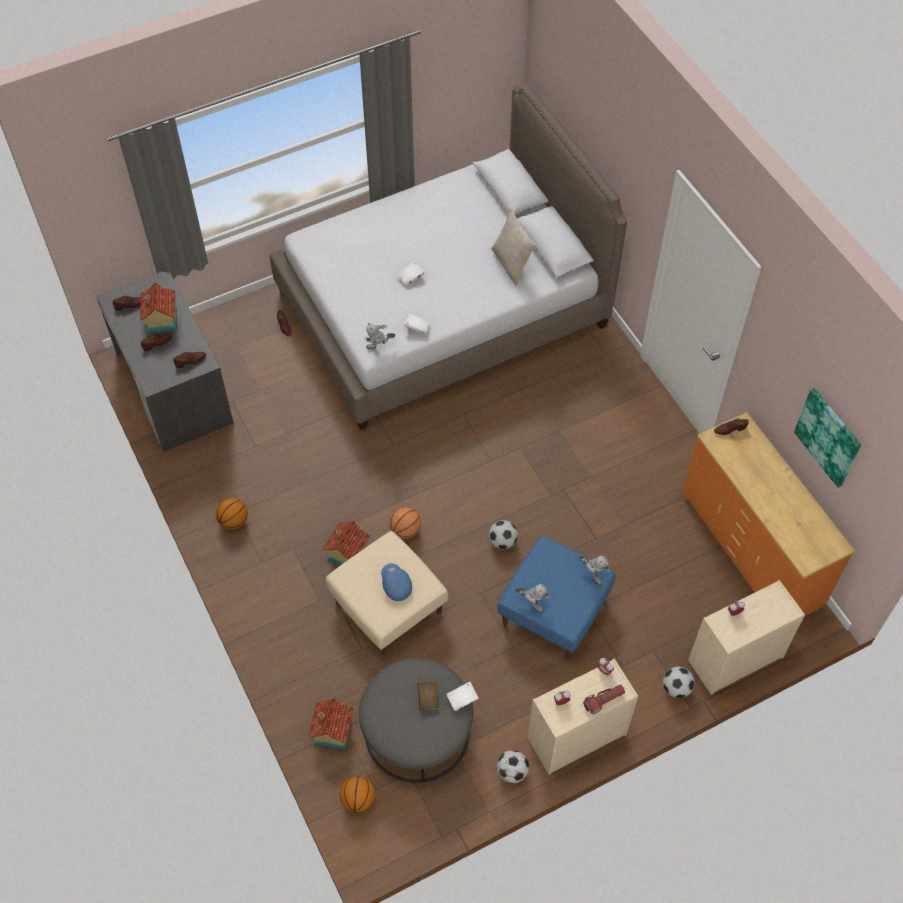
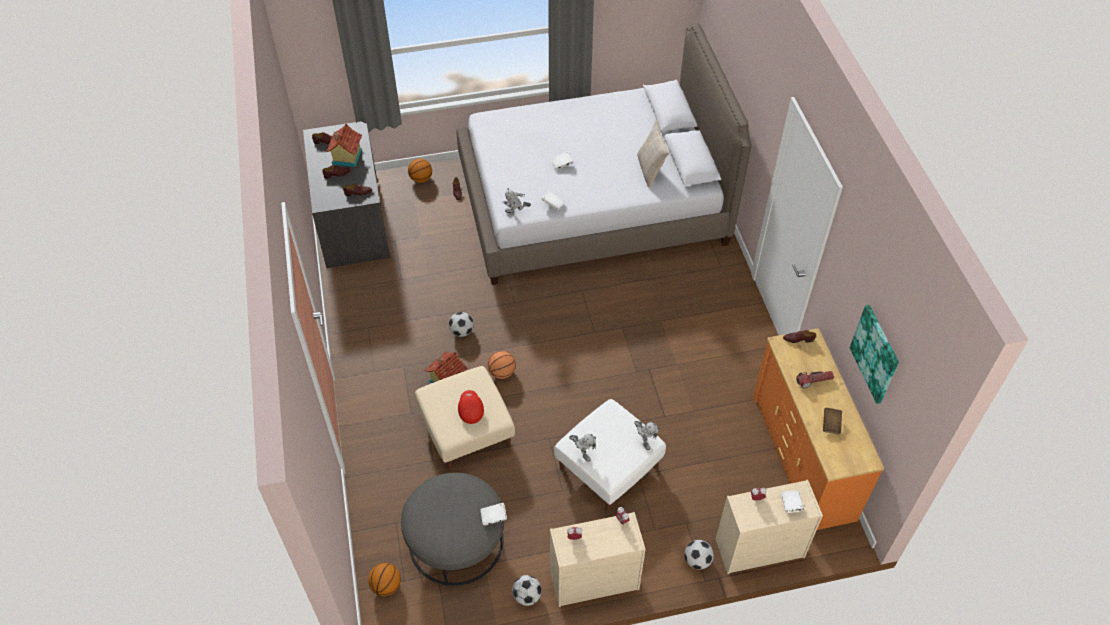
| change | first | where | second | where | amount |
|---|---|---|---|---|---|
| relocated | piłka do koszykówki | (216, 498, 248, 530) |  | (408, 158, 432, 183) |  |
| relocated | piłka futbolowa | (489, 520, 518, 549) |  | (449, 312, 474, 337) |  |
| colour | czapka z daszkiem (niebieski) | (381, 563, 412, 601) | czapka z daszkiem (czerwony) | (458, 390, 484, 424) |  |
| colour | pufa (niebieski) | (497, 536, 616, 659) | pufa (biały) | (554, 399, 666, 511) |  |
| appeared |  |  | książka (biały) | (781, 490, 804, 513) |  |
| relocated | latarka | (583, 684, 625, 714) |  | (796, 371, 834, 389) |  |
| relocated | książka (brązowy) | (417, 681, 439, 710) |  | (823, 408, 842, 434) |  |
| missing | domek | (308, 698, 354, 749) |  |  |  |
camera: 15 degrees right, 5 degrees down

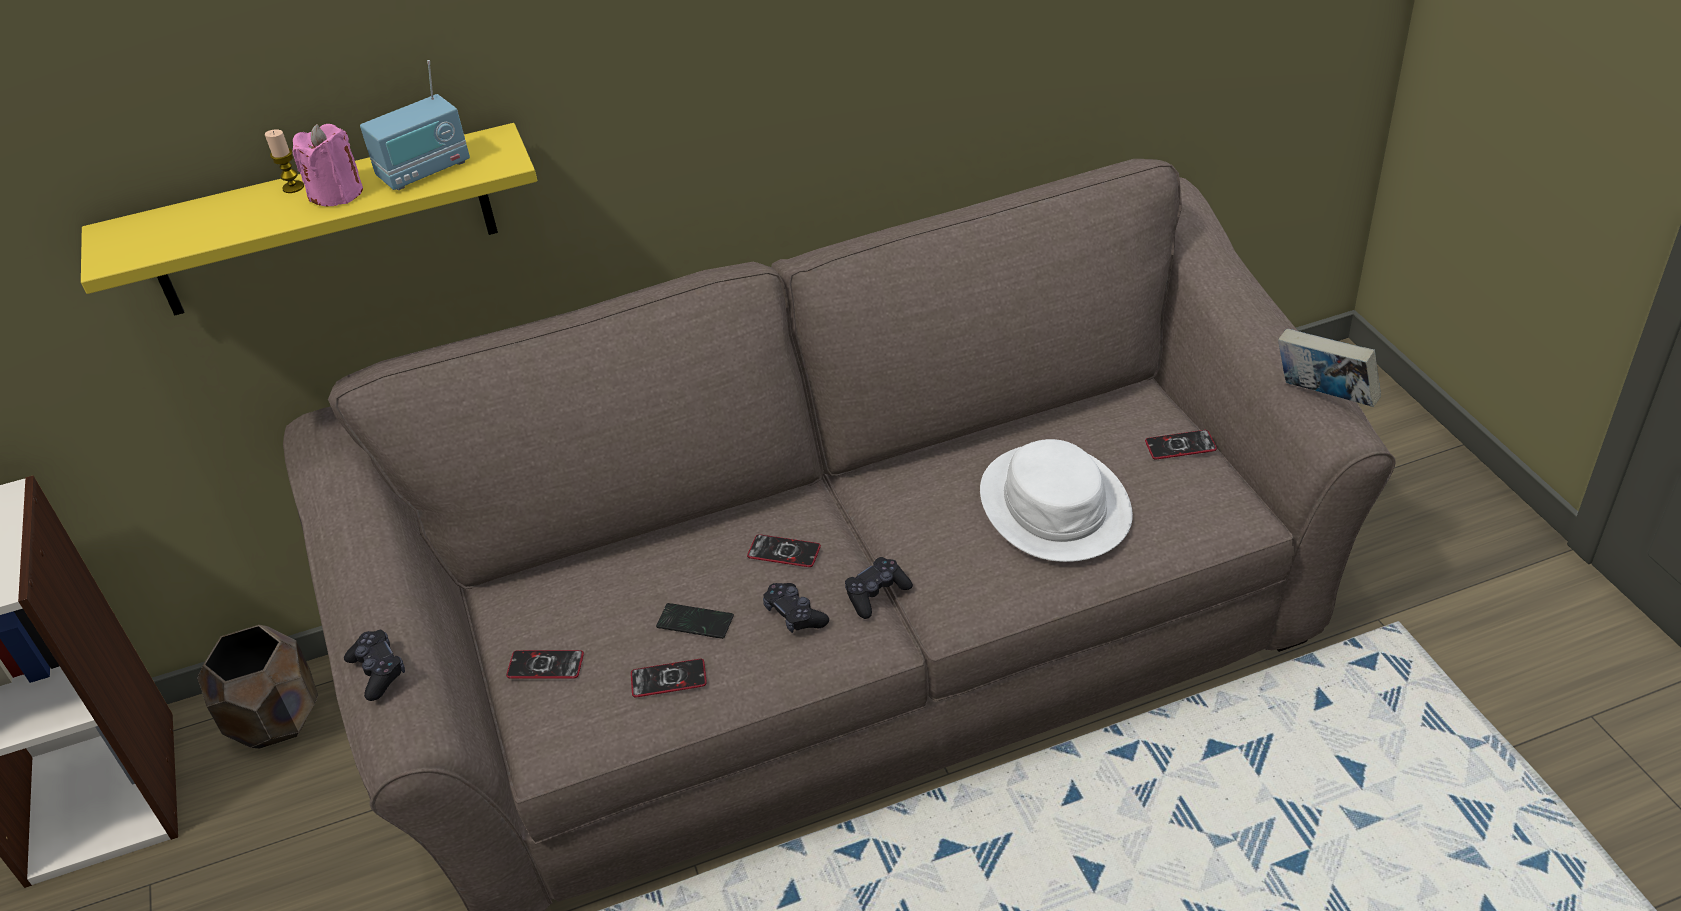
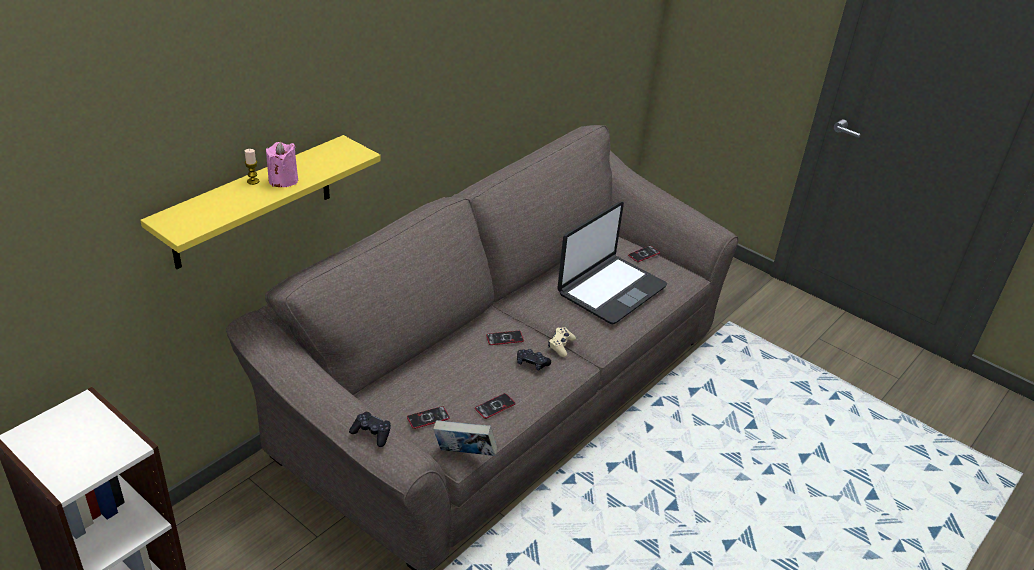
| change | first | where | second | where | amount |
|---|---|---|---|---|---|
| relocated | książka | (1278, 329, 1381, 407) |  | (433, 420, 497, 456) |  |
| colour | pad do gier (czarny) | (845, 557, 913, 619) | pad do gier (beżowy) | (548, 327, 576, 357) |  |
| exchanged | kapelusz (biały) | (980, 439, 1133, 562) | laptop | (557, 201, 667, 324) |  |
| missing | donica (brązowy) | (197, 625, 318, 749) |  |  |  |
| missing | radio | (360, 60, 470, 190) |  |  |  |
| missing | telefon | (656, 603, 734, 639) |  |  |  |
camera: 35 degrees left, 5 degrees down

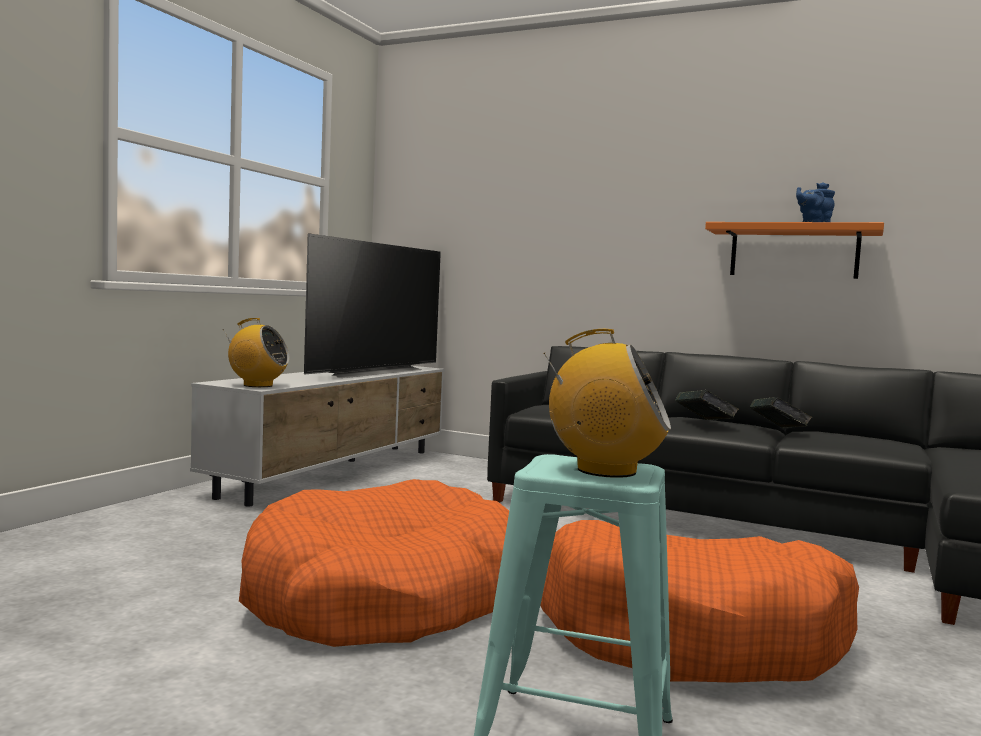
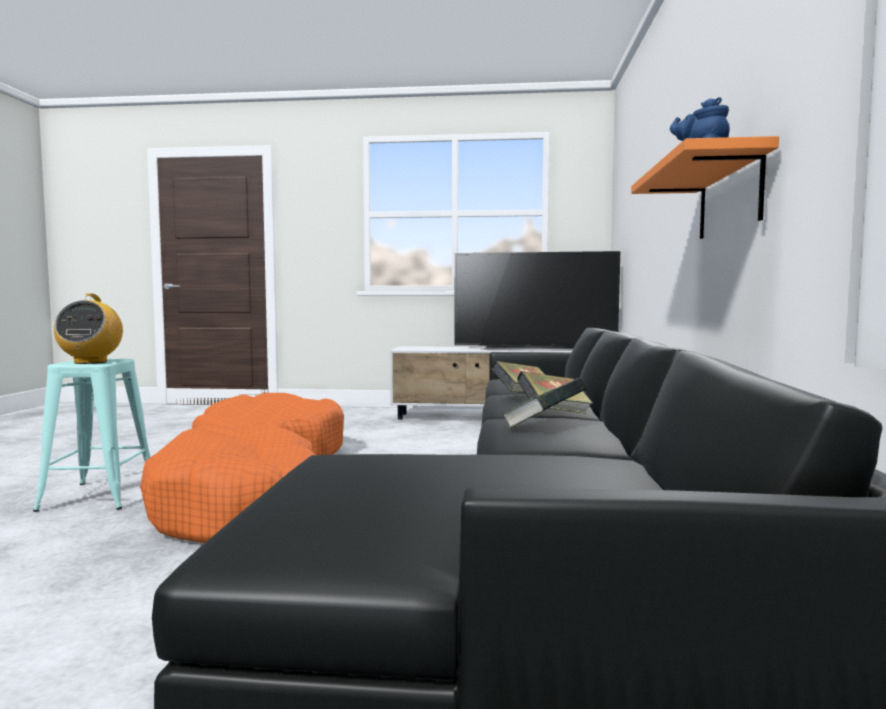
| change | first | where | second | where | amount |
|---|---|---|---|---|---|
| appeared |  |  | książka | (502, 378, 587, 429) |  |
| missing | radio | (222, 318, 289, 387) |  |  |  |
camera: 70 degrees right, 0 degrees up

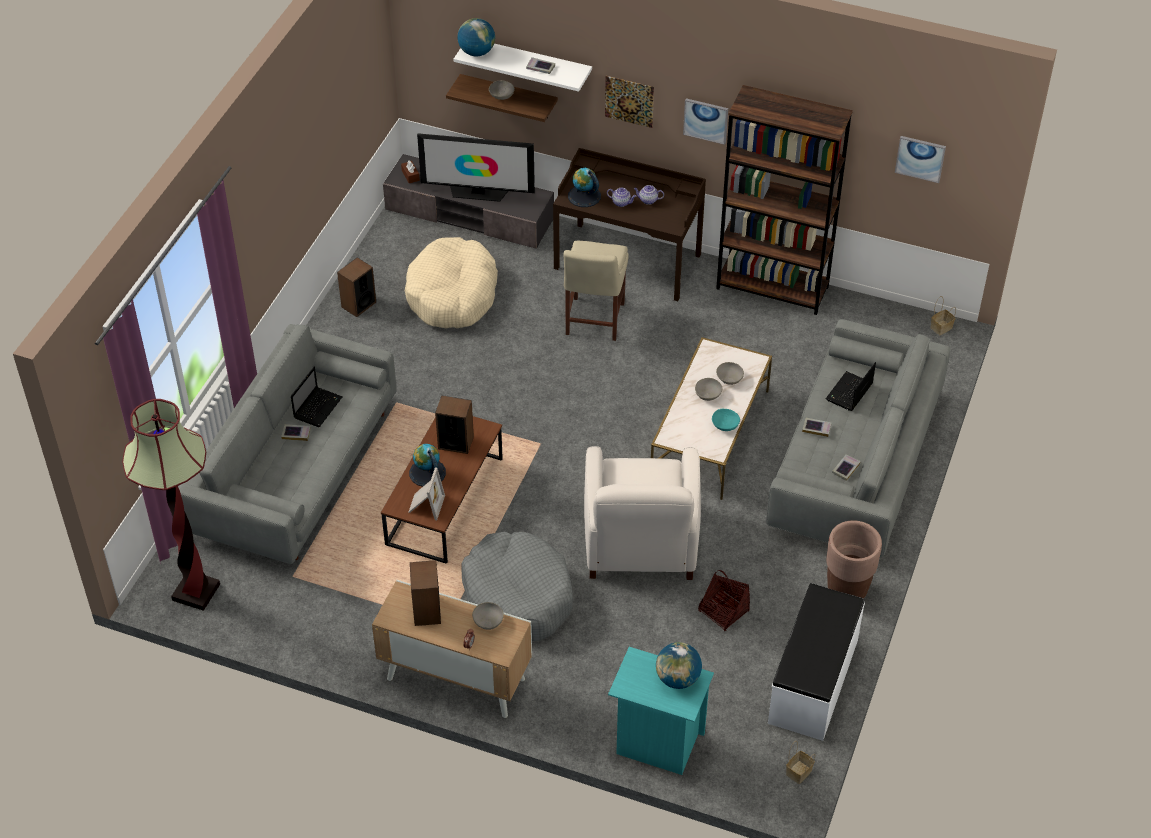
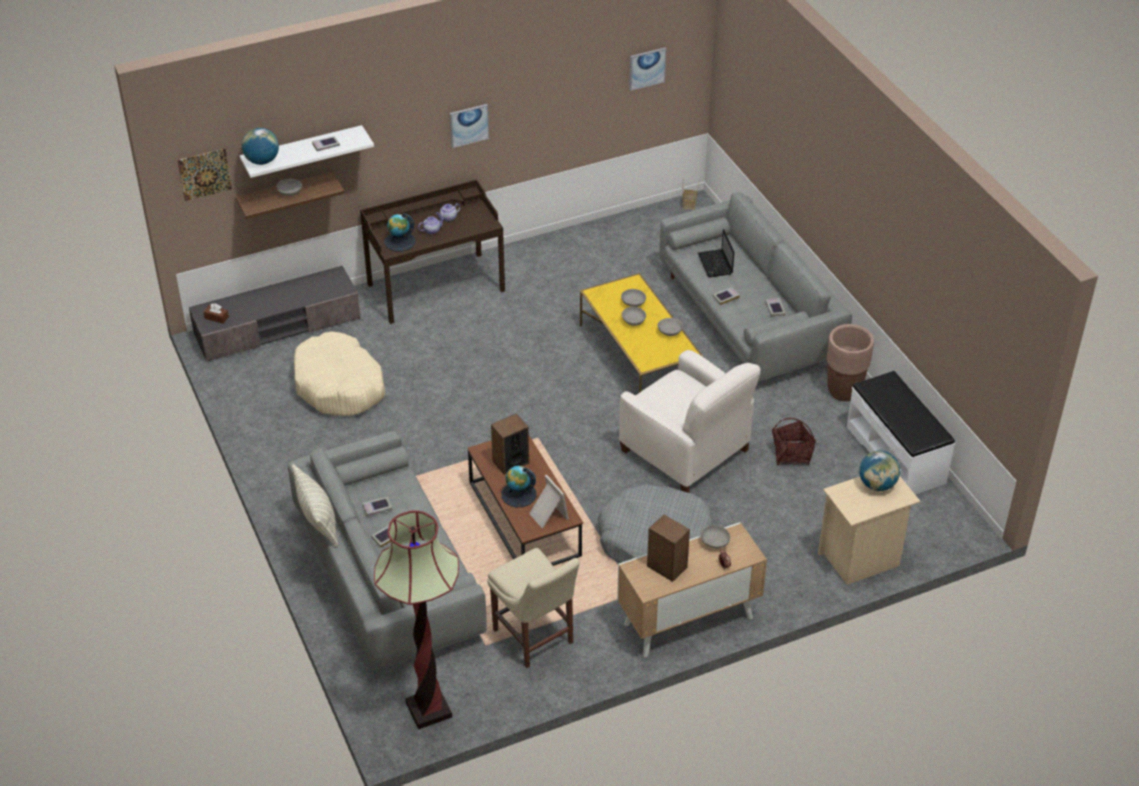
| change | first | where | second | where | amount |
|---|---|---|---|---|---|
| relocated | obraz | (605, 76, 654, 128) |  | (177, 149, 232, 201) |  |
| appeared |  |  | poduszka | (292, 464, 338, 548) |  |
| exchanged | laptop | (291, 367, 343, 427) | książka | (363, 497, 392, 516) |  |
| relocated | krzesło (beżowy) | (563, 241, 629, 341) |  | (487, 548, 580, 668) |  |
| colour | ława (biały) | (651, 337, 772, 500) | ława (żółty) | (580, 273, 703, 393) |  |
| colour | miska (turkusowy) | (712, 409, 740, 431) | miska (szary) | (658, 318, 683, 336) |  |
| colour | szafka nocna (turkusowy) | (608, 647, 714, 775) | szafka nocna (beżowy) | (818, 476, 920, 585) |  |
| missing | głośnik | (337, 258, 376, 317) |  |  |  |
| missing | telewizor | (417, 133, 535, 202) |  |  |  |
| missing | regał (brązowy) | (716, 85, 853, 315) |  |  |  |
| missing | koszyk | (786, 741, 815, 784) |  |  |  |
camera: 45 degrees left, 5 degrees down

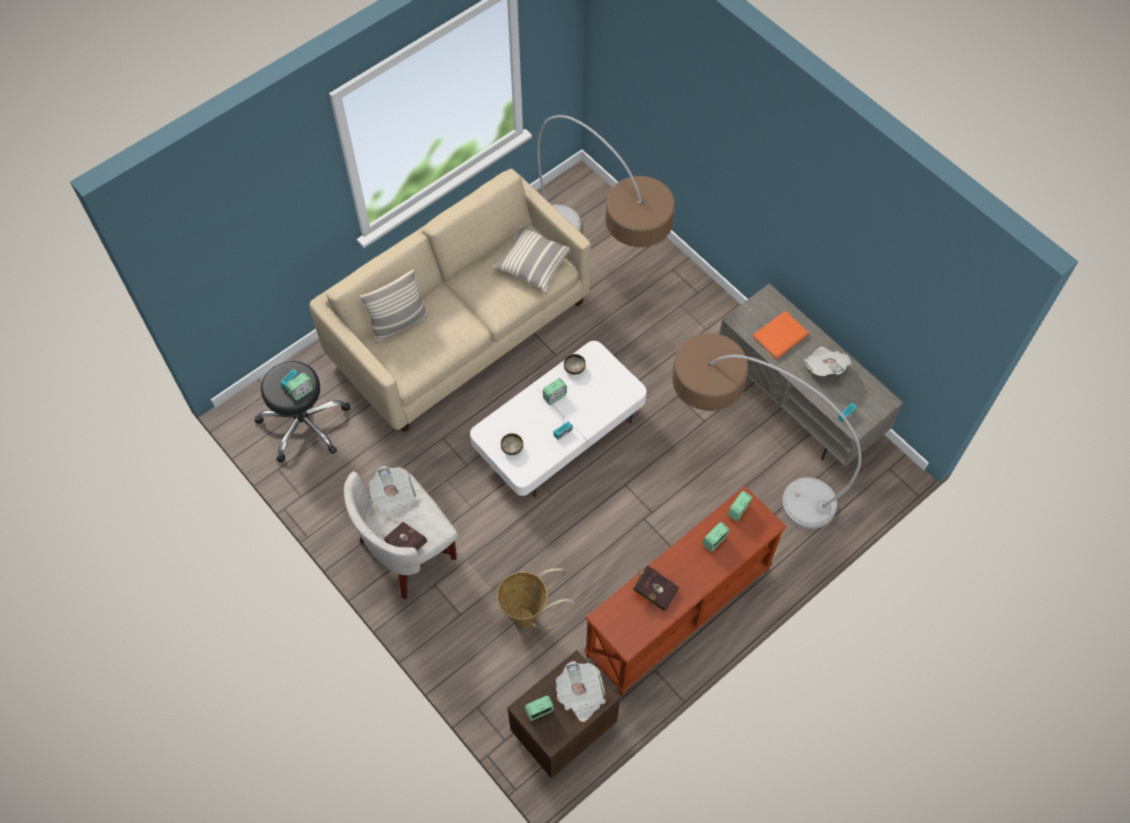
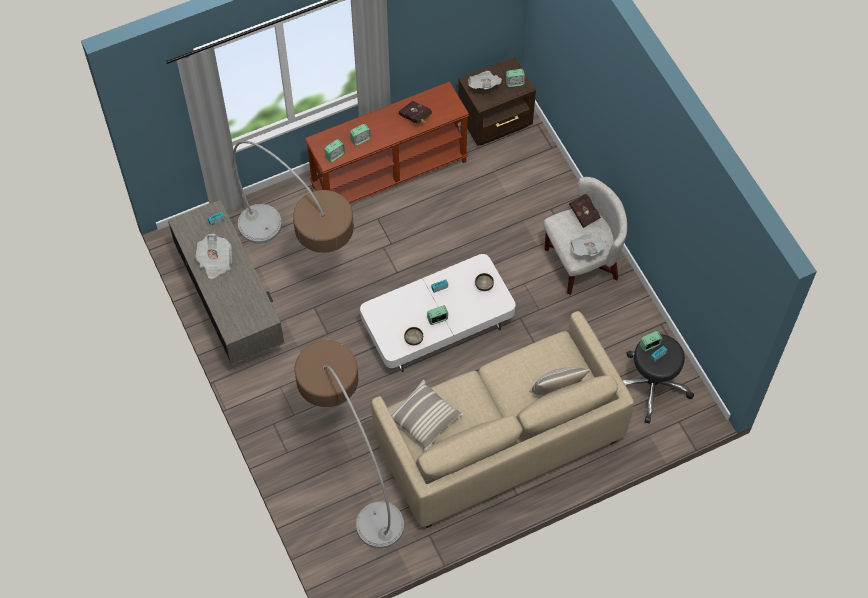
| change | first | where | second | where | amount |
|---|---|---|---|---|---|
| missing | koszyk | (497, 568, 574, 630) |  |  |  |
| missing | książka (pomarańczowy) | (752, 311, 809, 360) |  |  |  |
camera: 165 degrees left, 0 degrees up

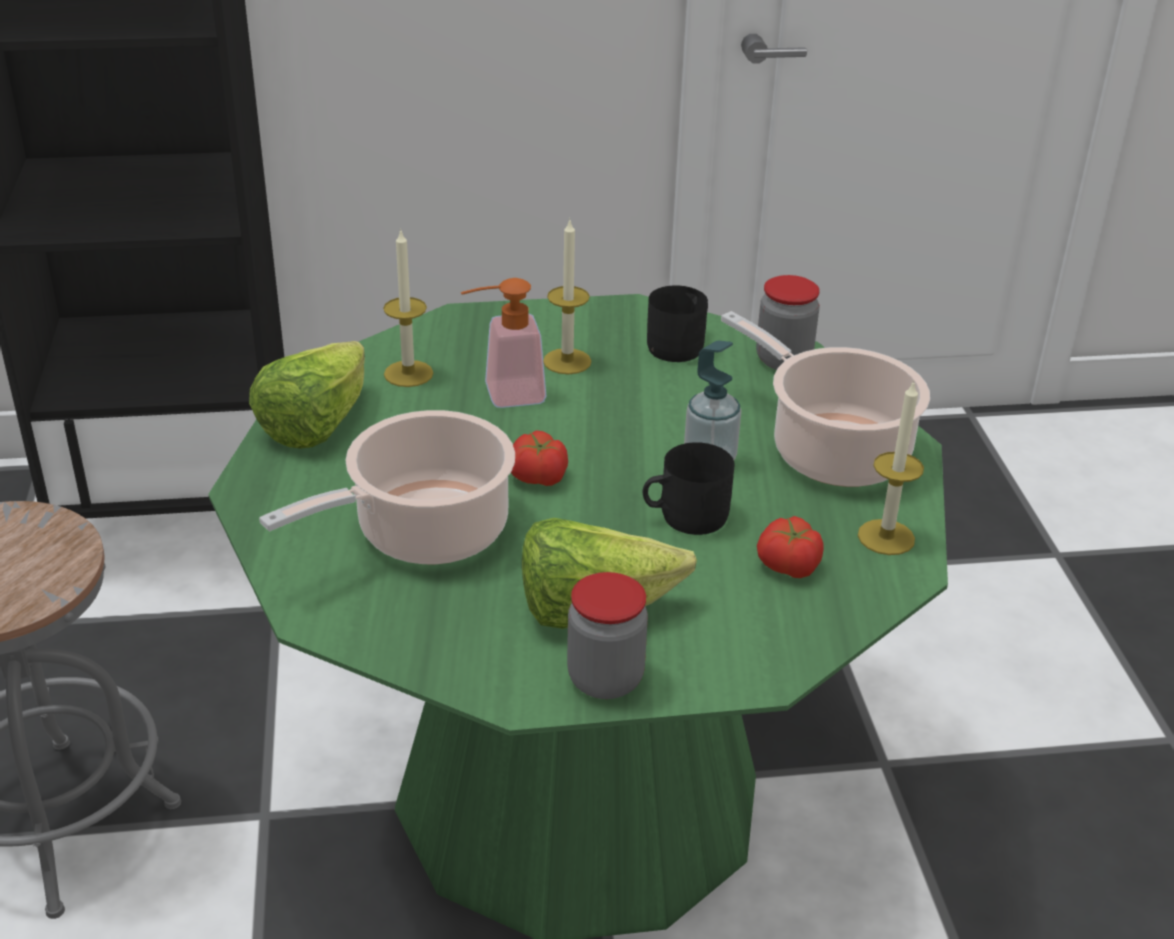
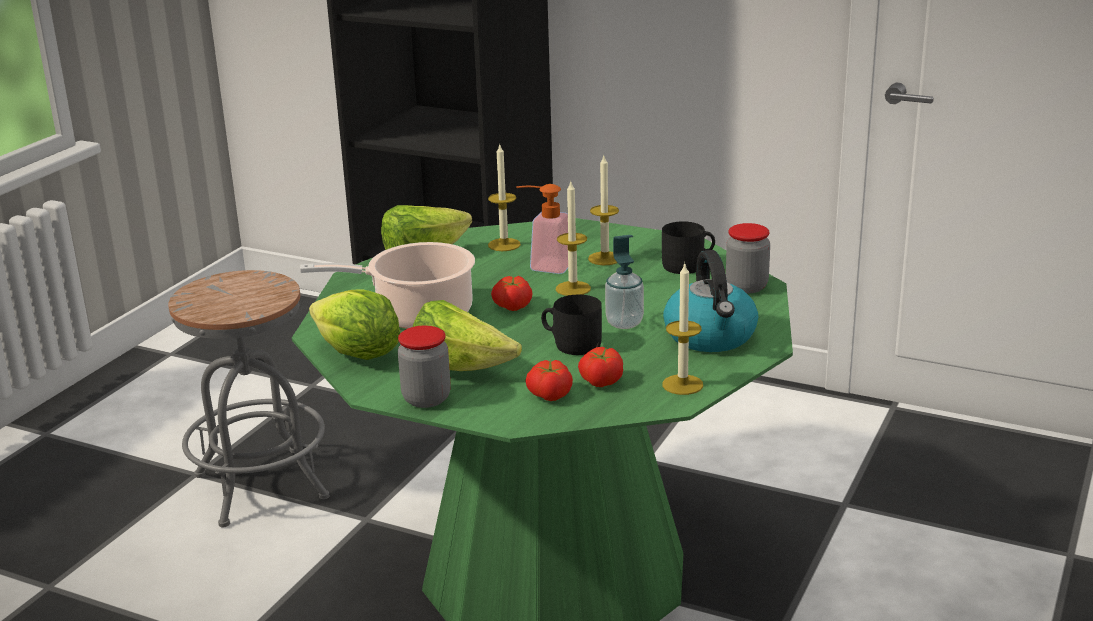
| change | first | where | second | where | amount |
|---|---|---|---|---|---|
| appeared |  |  | sałata | (309, 289, 400, 360) |  |
| appeared |  |  | pomidor | (525, 360, 573, 401) |  |
| appeared |  |  | świeca | (556, 180, 591, 296) |  |
| exchanged | garnek | (721, 311, 930, 487) | czajnik | (663, 250, 758, 352) |  |
camera: 35 degrees right, 10 degrees down

